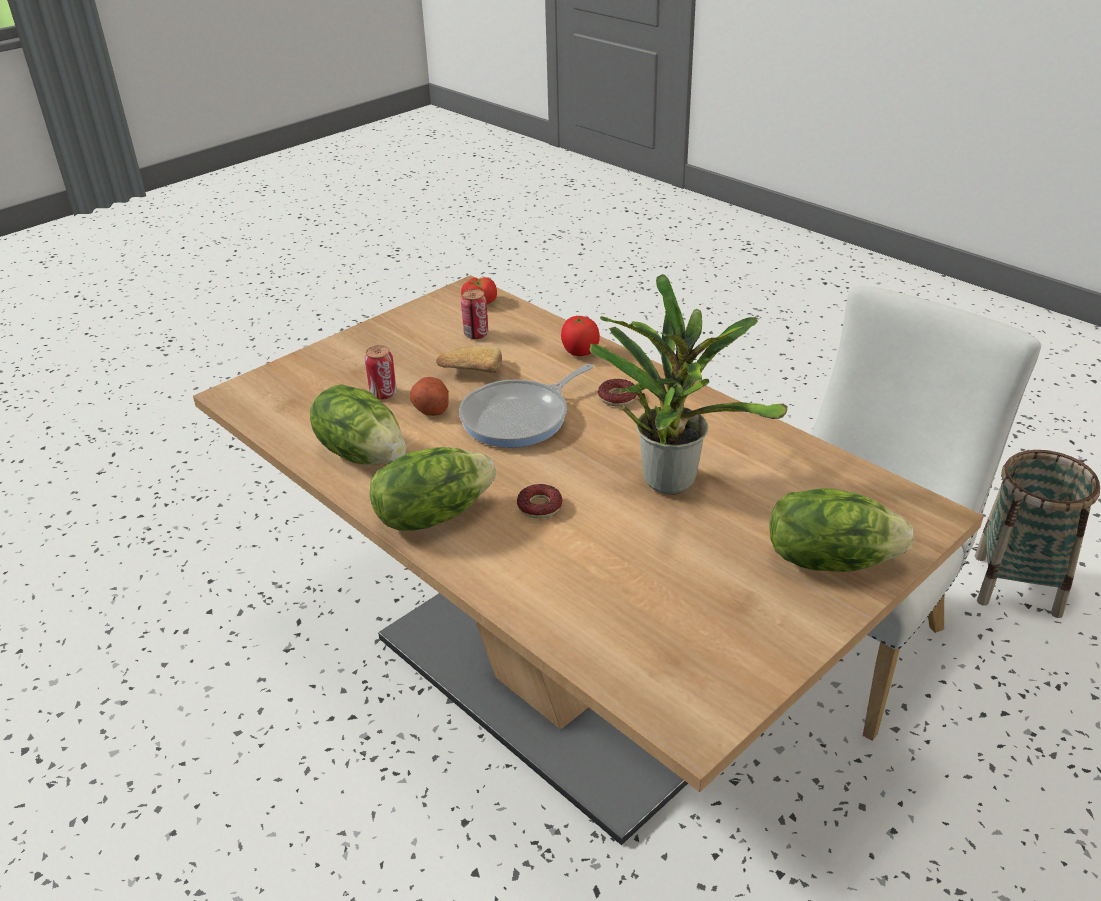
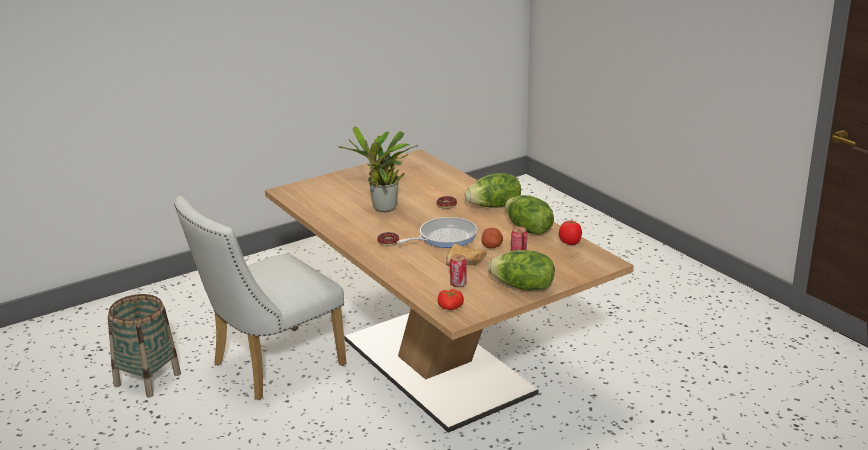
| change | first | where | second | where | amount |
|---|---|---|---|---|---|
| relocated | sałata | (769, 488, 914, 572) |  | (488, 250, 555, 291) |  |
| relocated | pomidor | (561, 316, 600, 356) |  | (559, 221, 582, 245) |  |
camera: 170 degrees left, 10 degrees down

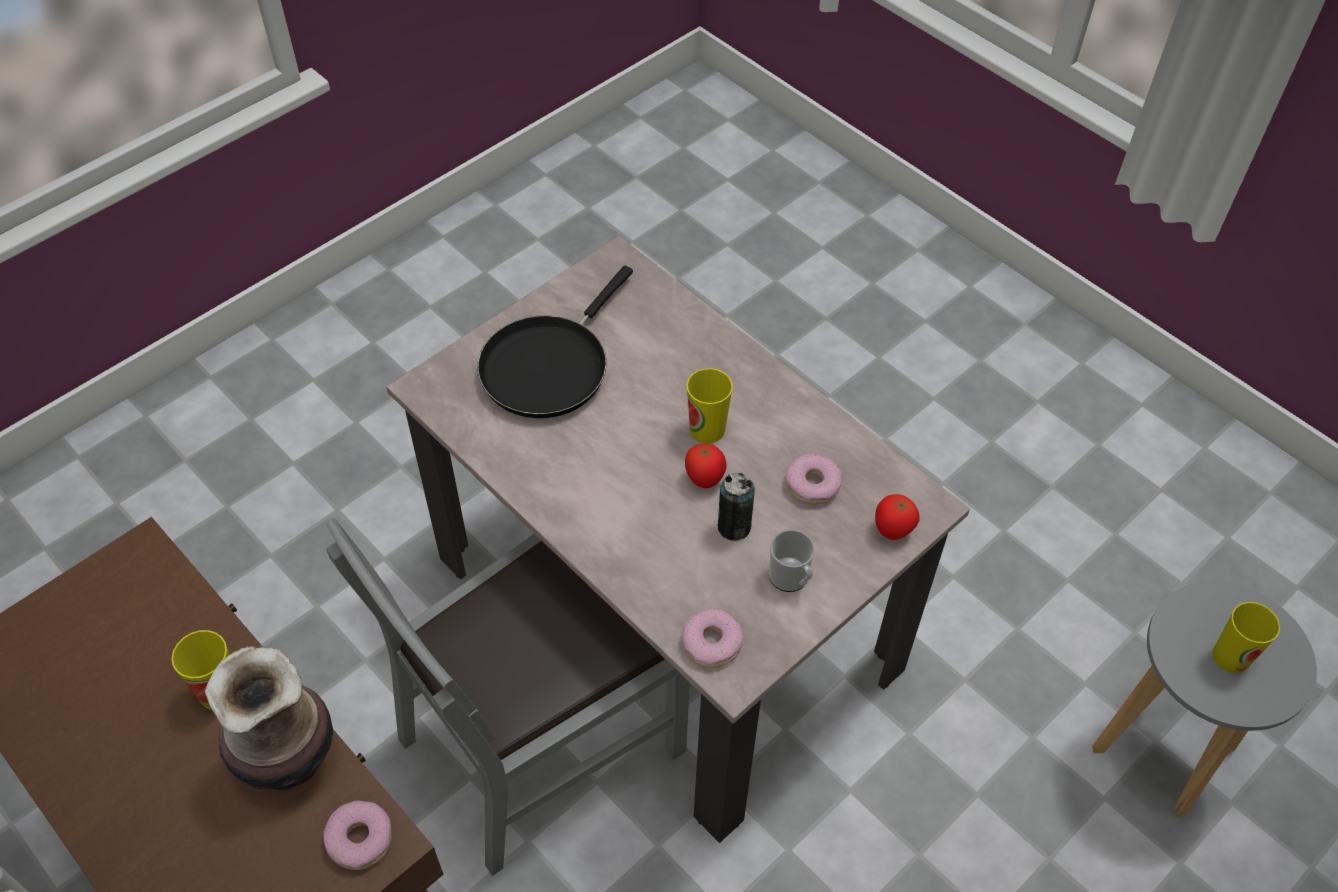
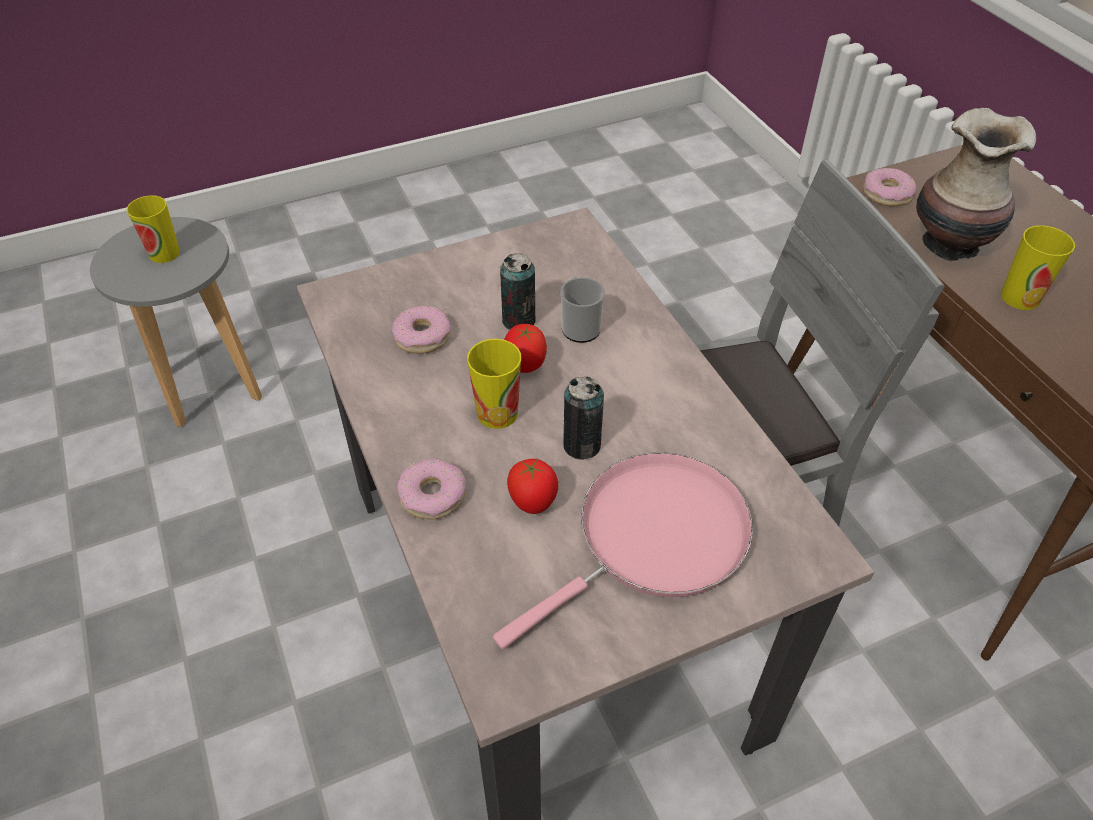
| change | first | where | second | where | amount |
|---|---|---|---|---|---|
| relocated | donut | (682, 609, 744, 668) |  | (397, 459, 466, 520) |  |
| colour | patelnia (czarny) | (477, 266, 633, 418) | patelnia (różowy) | (493, 452, 753, 649) |  |
| relocated | pomidor | (875, 494, 919, 540) |  | (507, 459, 558, 514) |  |
| relocated | kubek | (769, 529, 815, 592) |  | (560, 276, 605, 343) |  |
| appeared |  |  | puszka | (564, 377, 604, 460) |  |
camera: 160 degrees left, 5 degrees down

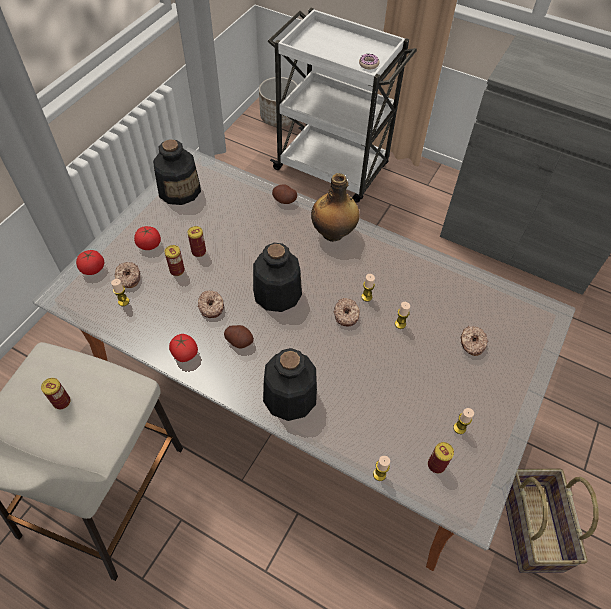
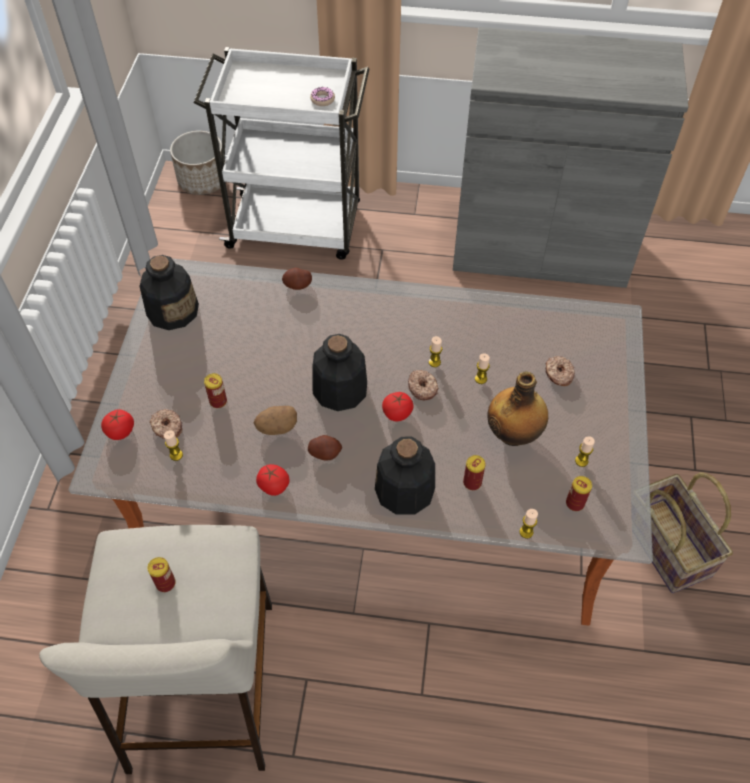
| change | first | where | second | where | amount |
|---|---|---|---|---|---|
| exchanged | donut | (198, 290, 224, 318) | ziemniak | (254, 406, 297, 435) |  |
| relocated | pomidor | (134, 226, 161, 250) |  | (382, 392, 413, 421) |  |
| relocated | puszka | (187, 226, 206, 257) |  | (463, 455, 486, 490) |  |
| relocated | butelka | (311, 173, 359, 242) |  | (487, 371, 548, 446) |  |
camera: 20 degrees left, 0 degrees up

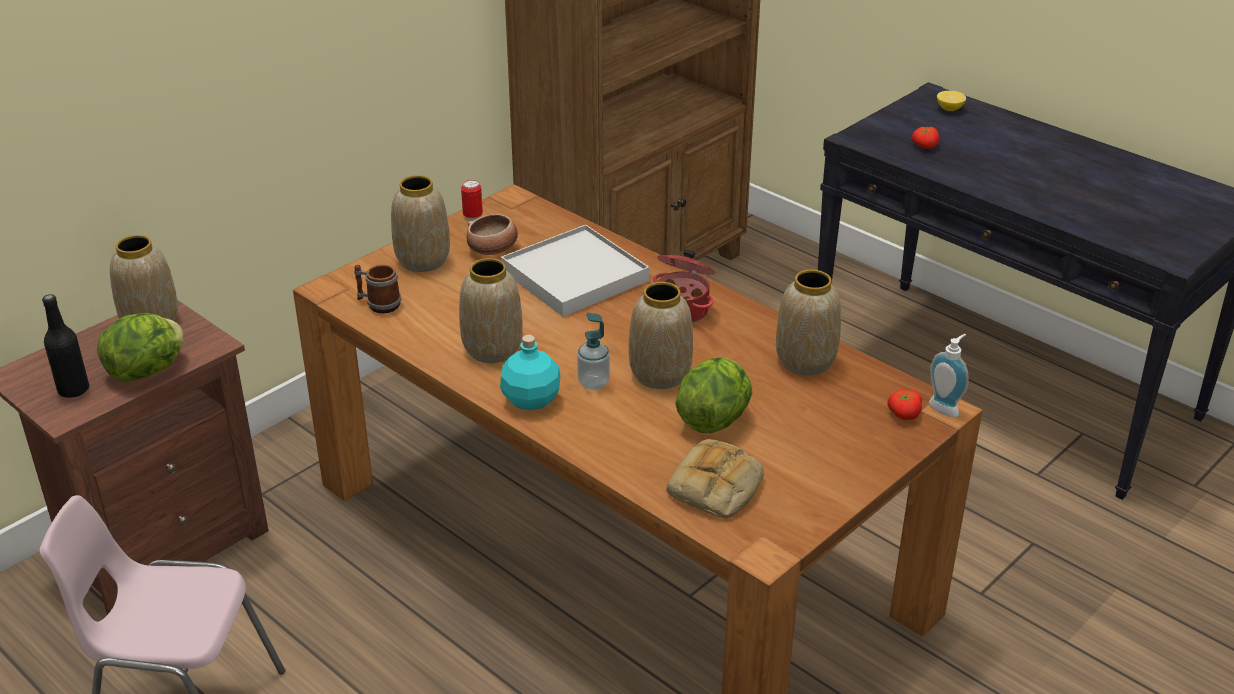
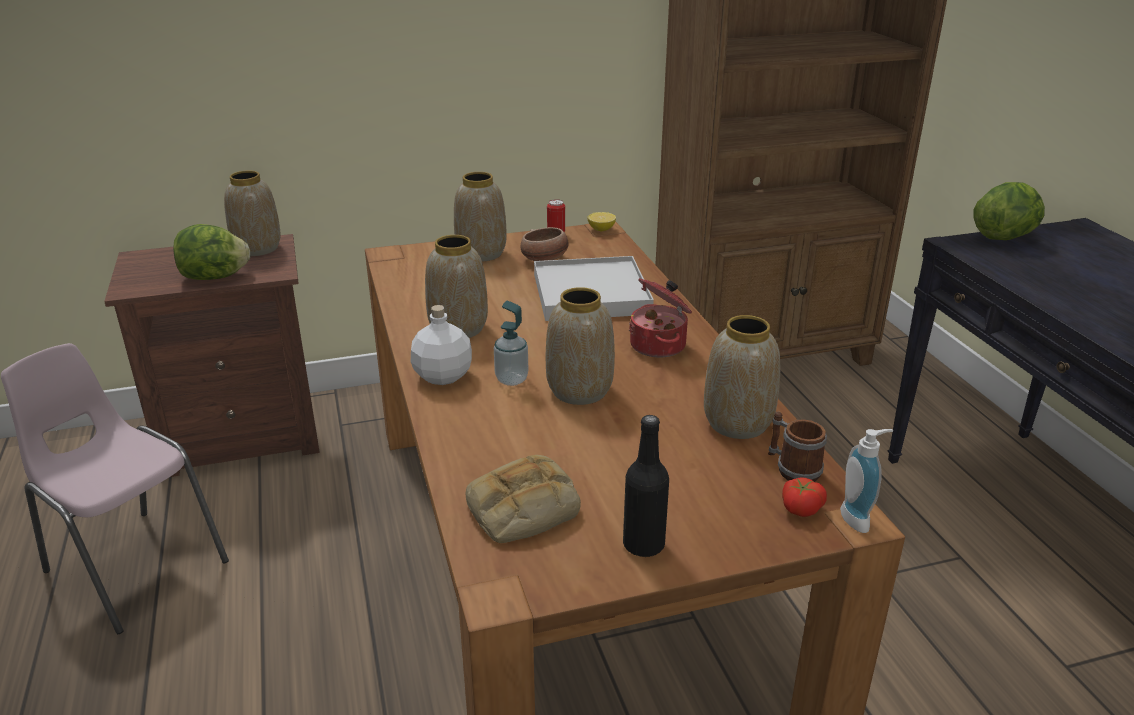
| change | first | where | second | where | amount |
|---|---|---|---|---|---|
| colour | butelka (turkusowy) | (500, 335, 560, 411) | butelka (biały) | (411, 305, 472, 385) |  |
| relocated | cytryna | (937, 91, 966, 111) |  | (588, 212, 616, 231) |  |
| relocated | butelka (czarny) | (42, 294, 89, 398) |  | (623, 415, 669, 557) |  |
| relocated | kubek | (354, 264, 401, 313) |  | (768, 412, 827, 482) |  |
| relocated | sałata | (675, 357, 752, 433) |  | (973, 182, 1045, 240) |  |
| missing | pomidor | (912, 127, 939, 149) |  |  |  |
camera: 30 degrees right, 5 degrees down

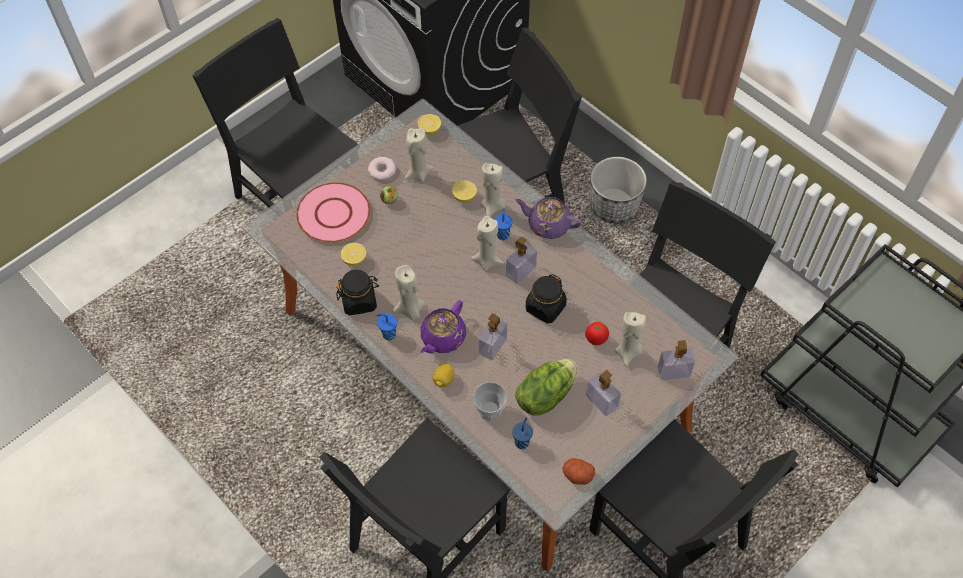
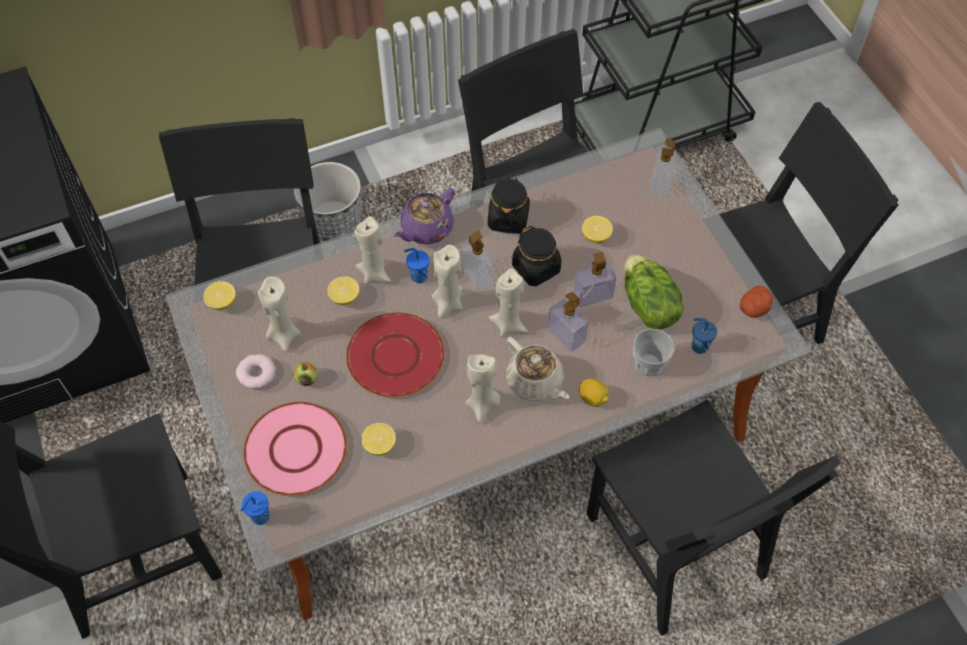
| change | first | where | second | where | amount |
|---|---|---|---|---|---|
| relocated | filiżanka (niebieski) | (376, 313, 397, 341) |  | (240, 491, 270, 525) |  |
| appeared |  |  | talerz (czerwony) | (346, 312, 445, 398) |  |
| relocated | słoik (czarny) | (336, 270, 379, 315) |  | (488, 177, 530, 234) |  |
| relocated | świeca (beżowy) | (615, 312, 646, 367) |  | (488, 268, 528, 337) |  |
| colour | imbryk (fioletowy) | (420, 300, 466, 354) | imbryk (beżowy) | (506, 337, 569, 401) |  |
| relocated | dozownik mydła | (586, 370, 621, 416) |  | (574, 252, 617, 307) |  |
| exchanged | pomidor | (585, 322, 609, 345) | cytryna | (582, 216, 613, 243) |  |
camera: 70 degrees left, 0 degrees up

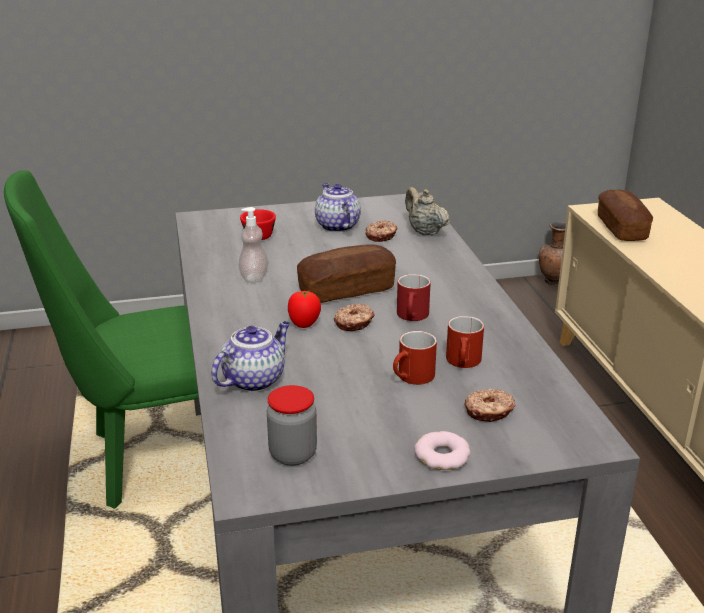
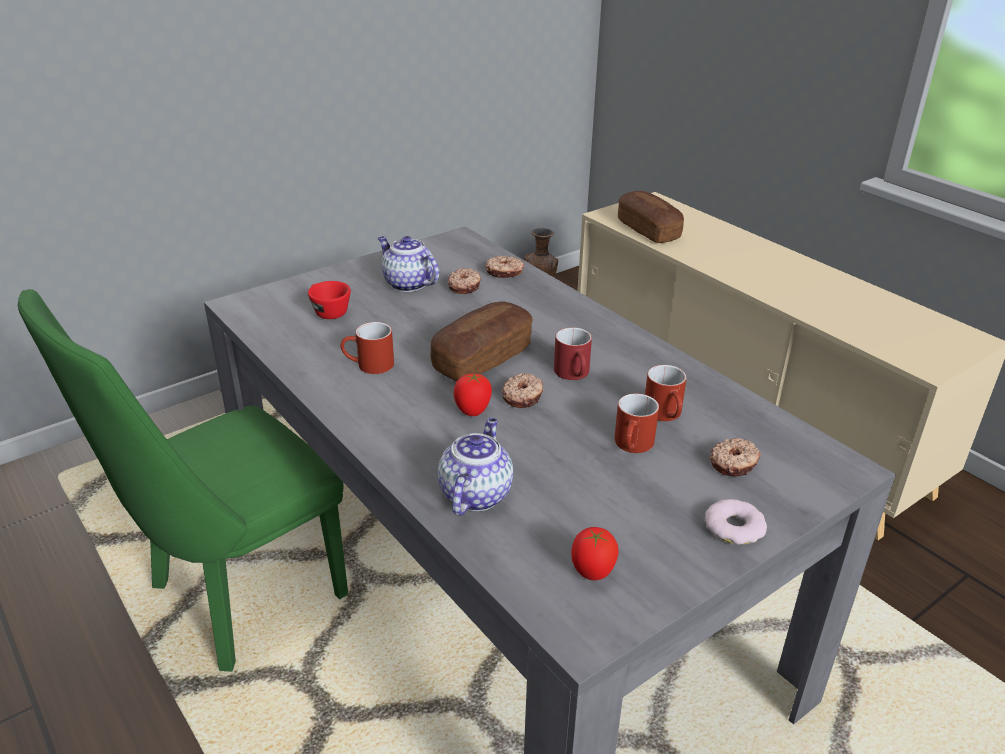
| change | first | where | second | where | amount |
|---|---|---|---|---|---|
| exchanged | dozownik mydła | (238, 207, 268, 283) | kubek (czerwony) | (340, 322, 394, 374) |  |
| exchanged | imbryk (beżowy) | (405, 187, 450, 235) | donut | (486, 256, 524, 278) |  |
| exchanged | słoik | (267, 385, 317, 466) | pomidor | (571, 527, 619, 580) |  |
camera: 25 degrees left, 5 degrees up

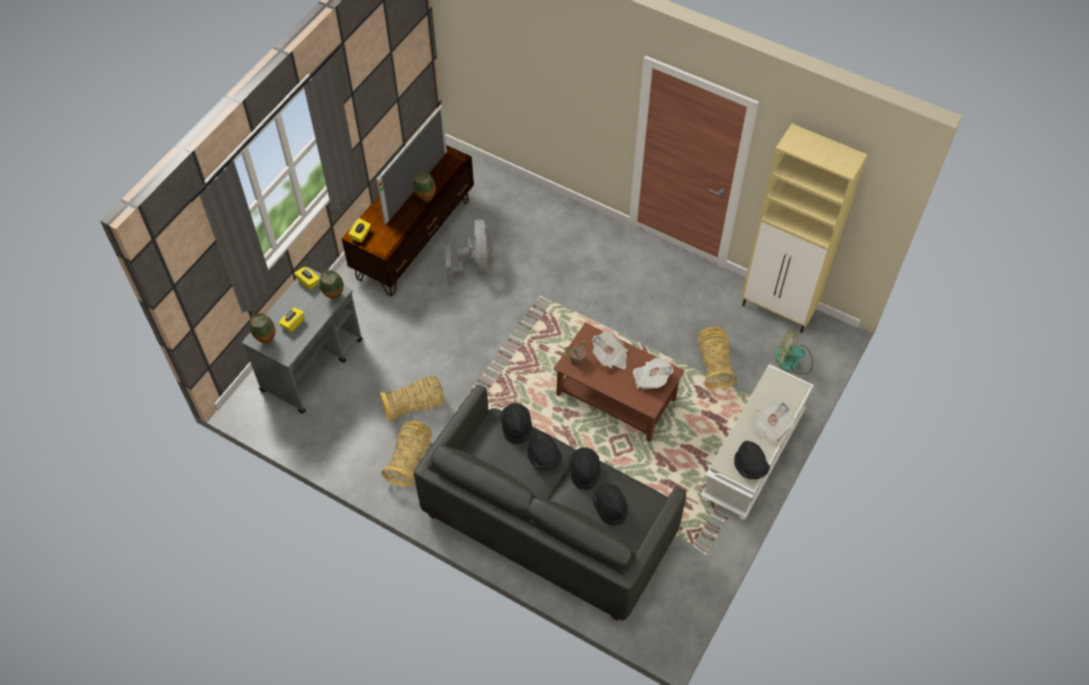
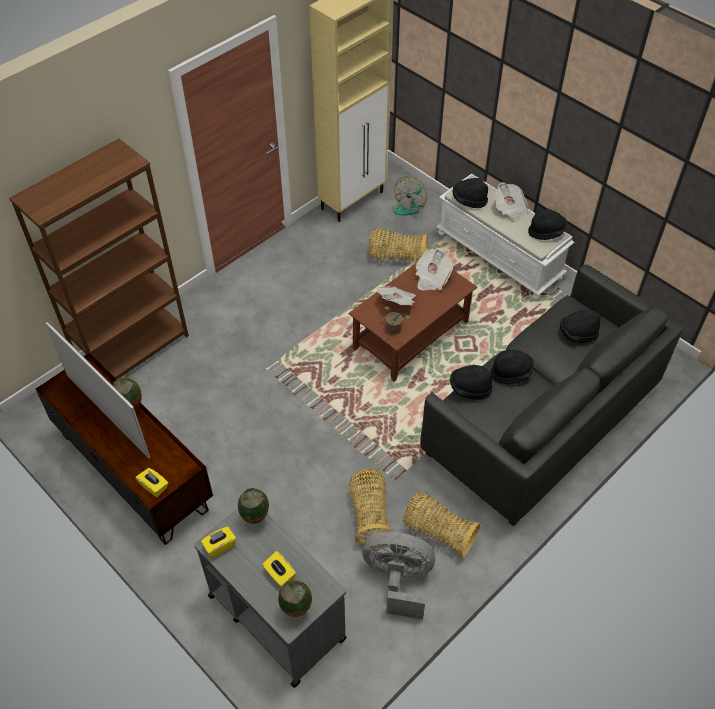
| change | first | where | second | where | amount |
|---|---|---|---|---|---|
| appeared |  |  | regał (brązowy) | (9, 139, 189, 379) |  |
| relocated | wentylator (szary) | (445, 219, 493, 284) |  | (362, 532, 435, 620) |  |
| relocated | kapelusz (czarny) | (569, 447, 601, 490) |  | (453, 178, 488, 208) |  |
camera: 75 degrees left, 5 degrees down

